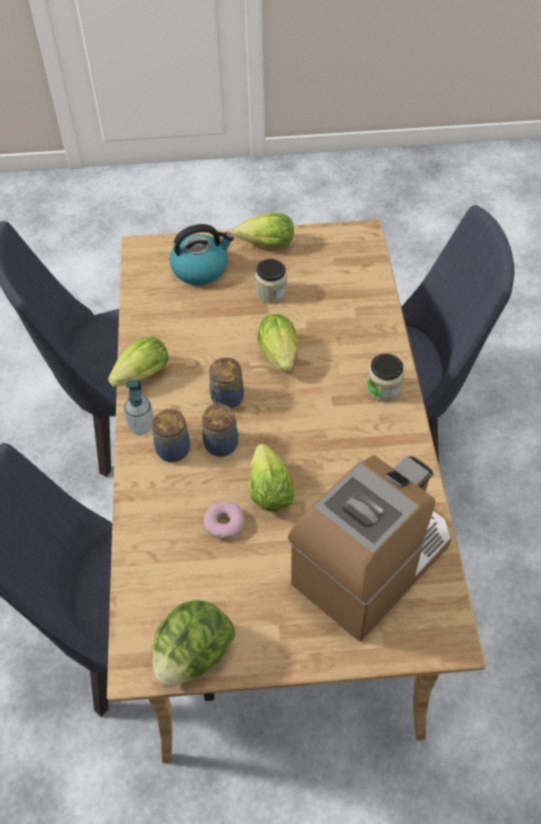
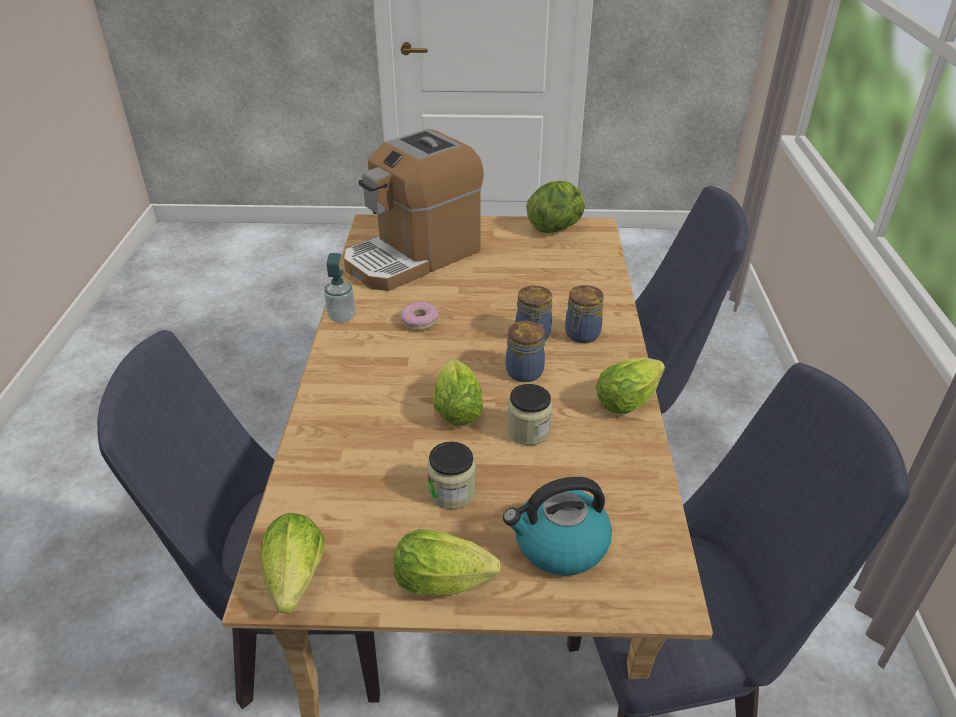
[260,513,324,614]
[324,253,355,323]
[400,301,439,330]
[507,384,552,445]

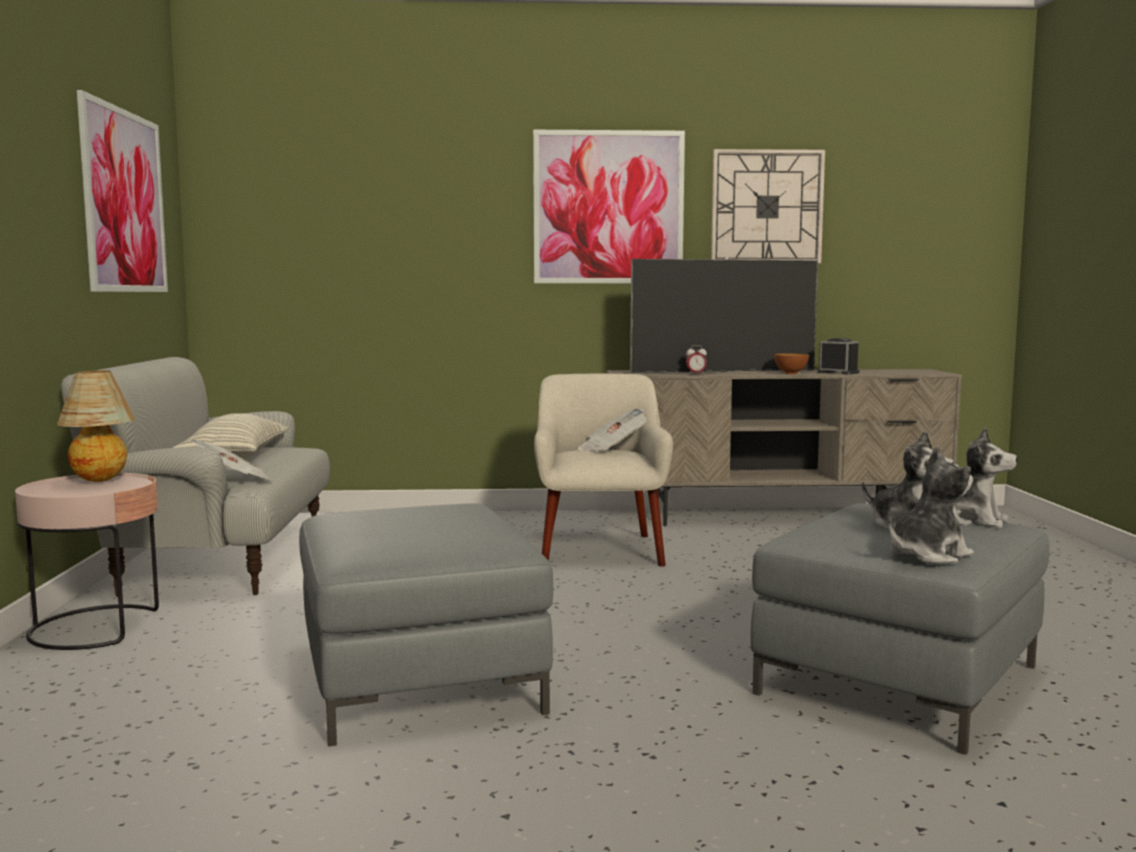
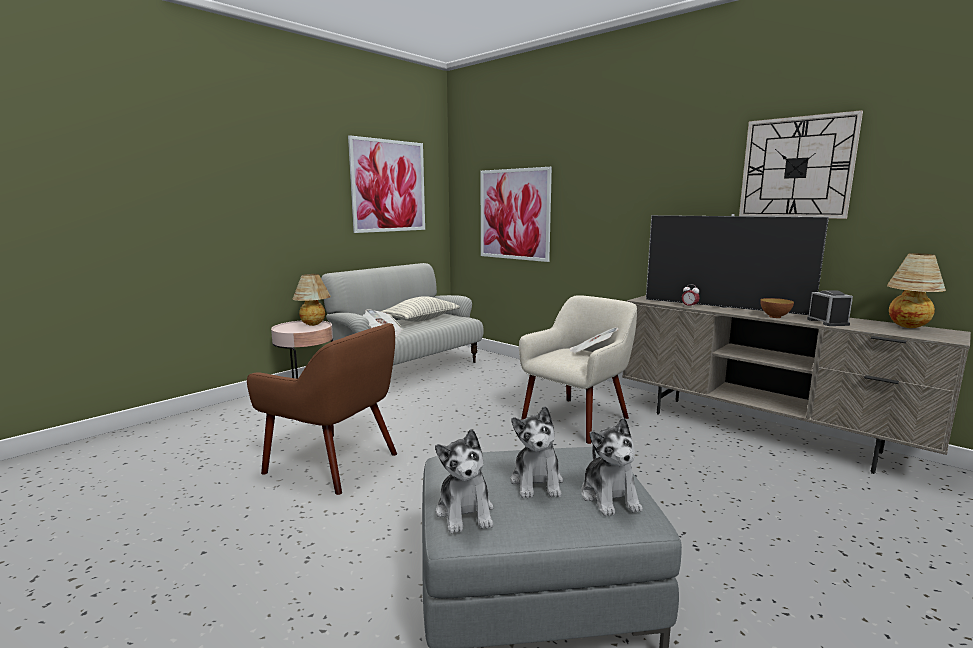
[247,323,397,495]
[435,429,494,534]
[481,167,552,262]
[887,253,946,328]

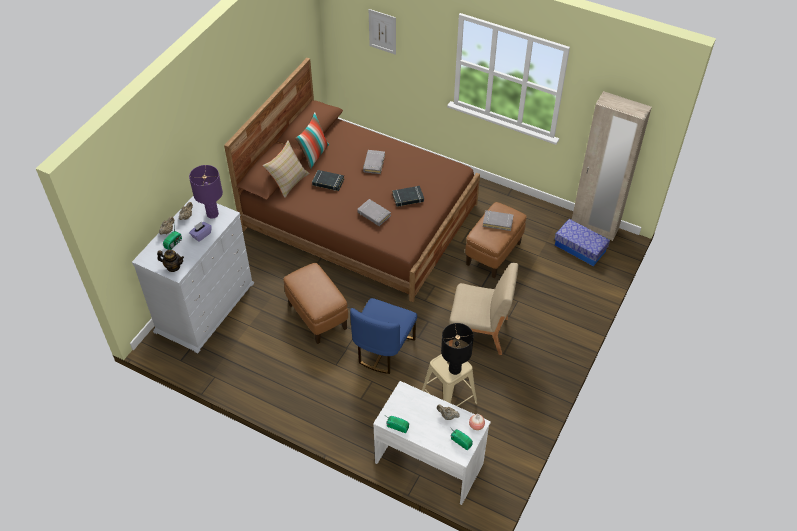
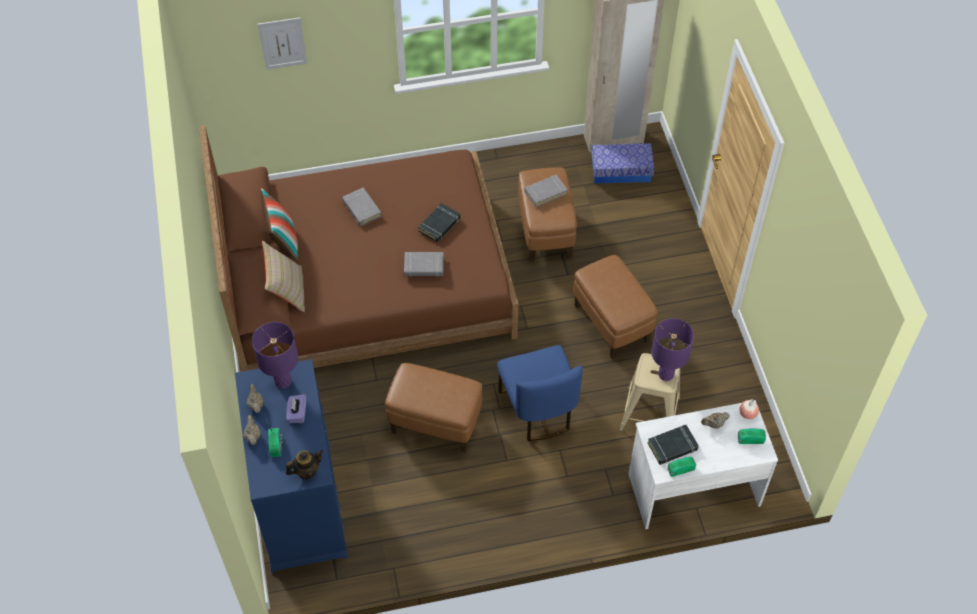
[235,359,348,573]
[573,255,658,359]
[647,425,699,465]
[651,318,694,381]

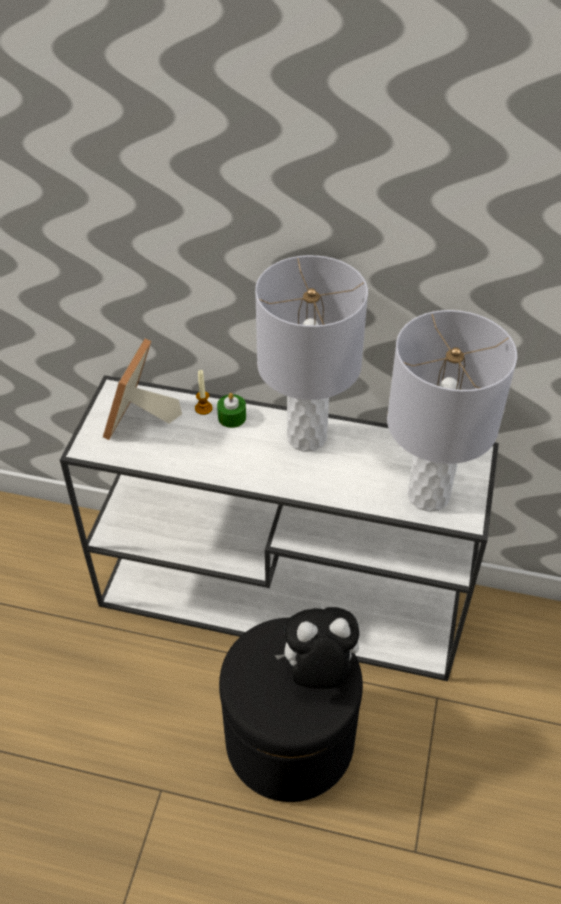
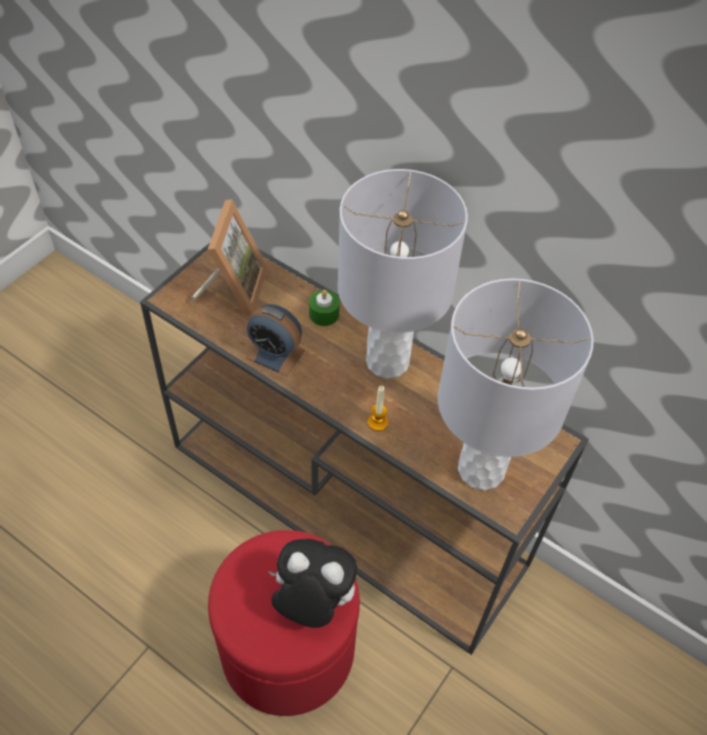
[140,243,589,655]
[190,199,268,316]
[208,530,360,716]
[246,304,305,376]
[368,386,388,431]

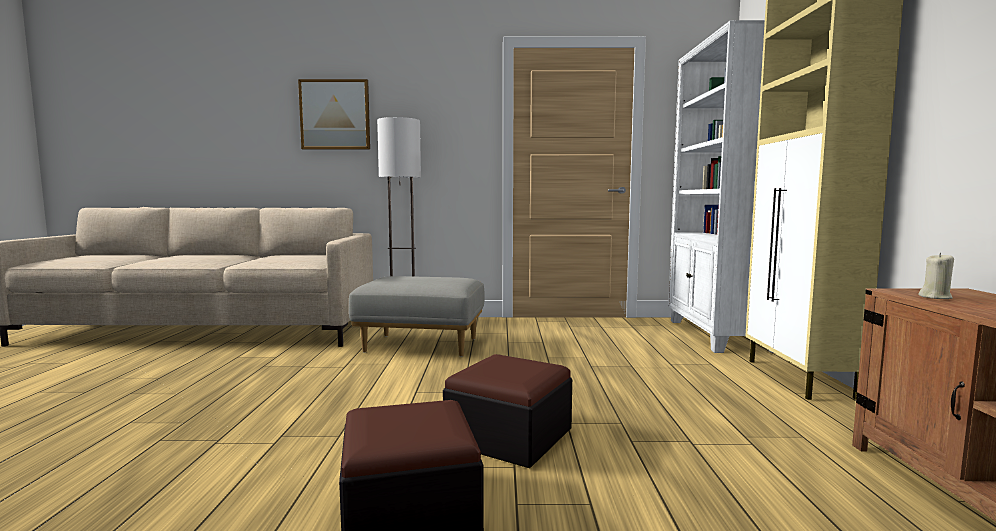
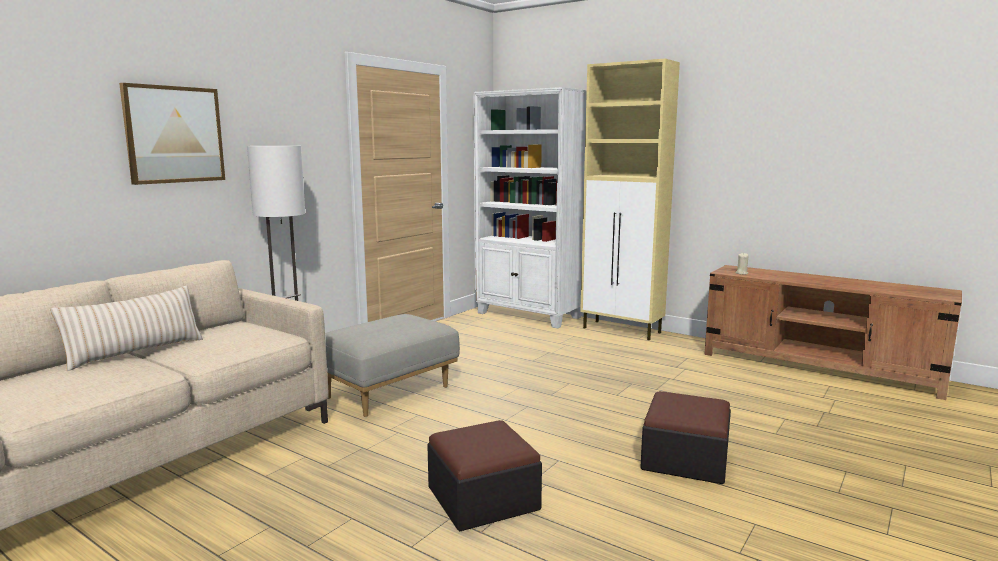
[50,285,203,371]
[427,420,542,531]

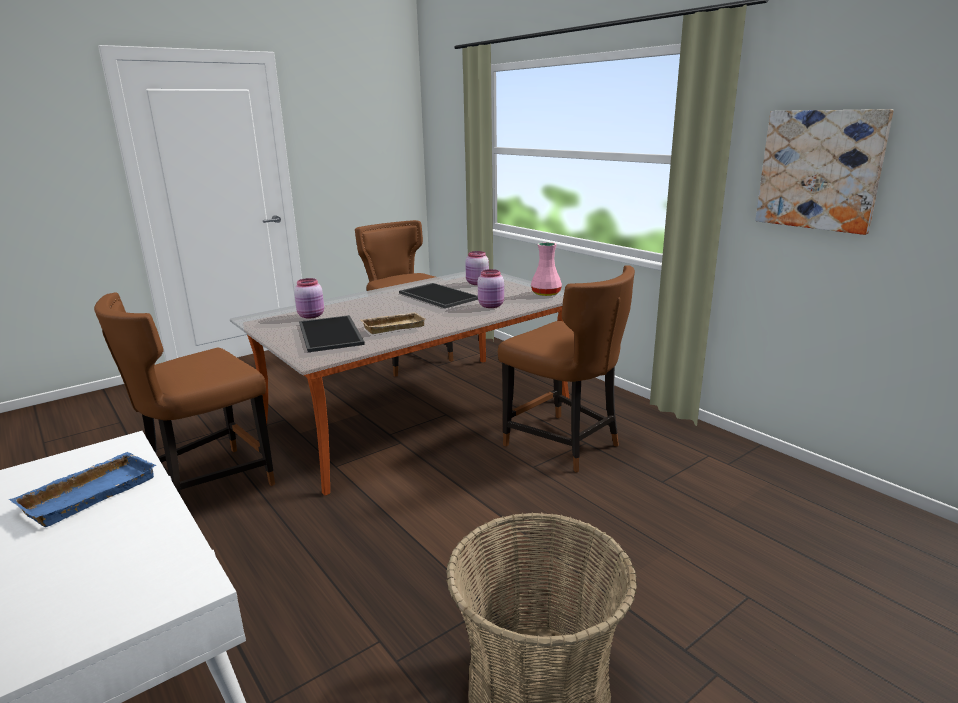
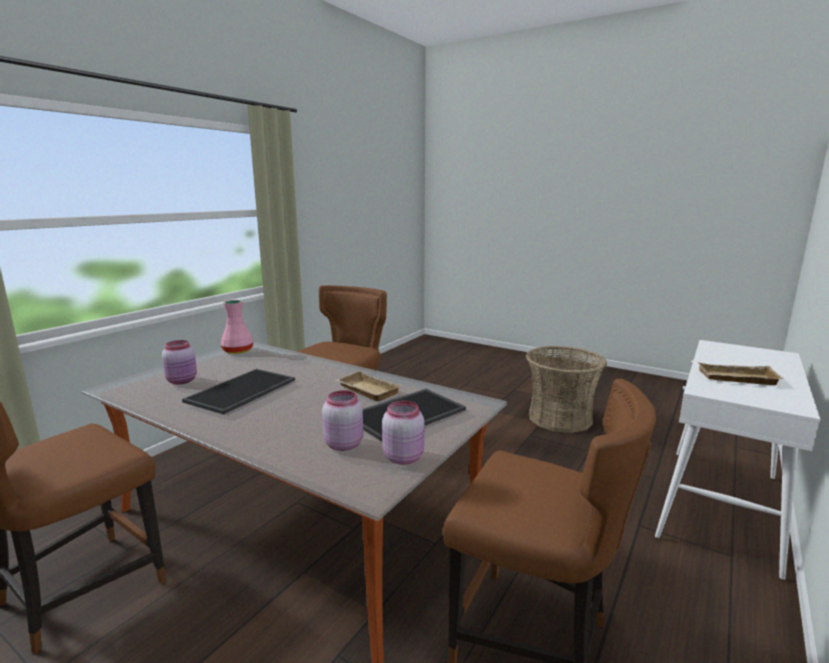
[382,401,424,465]
[698,362,783,385]
[755,109,894,235] (first image)

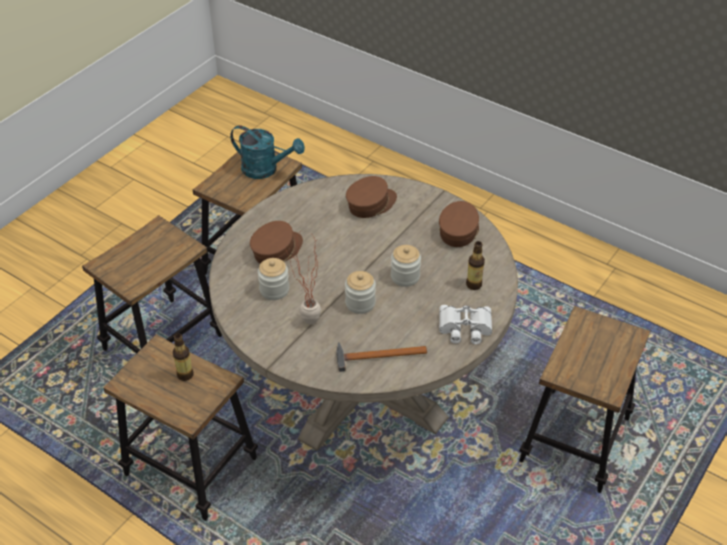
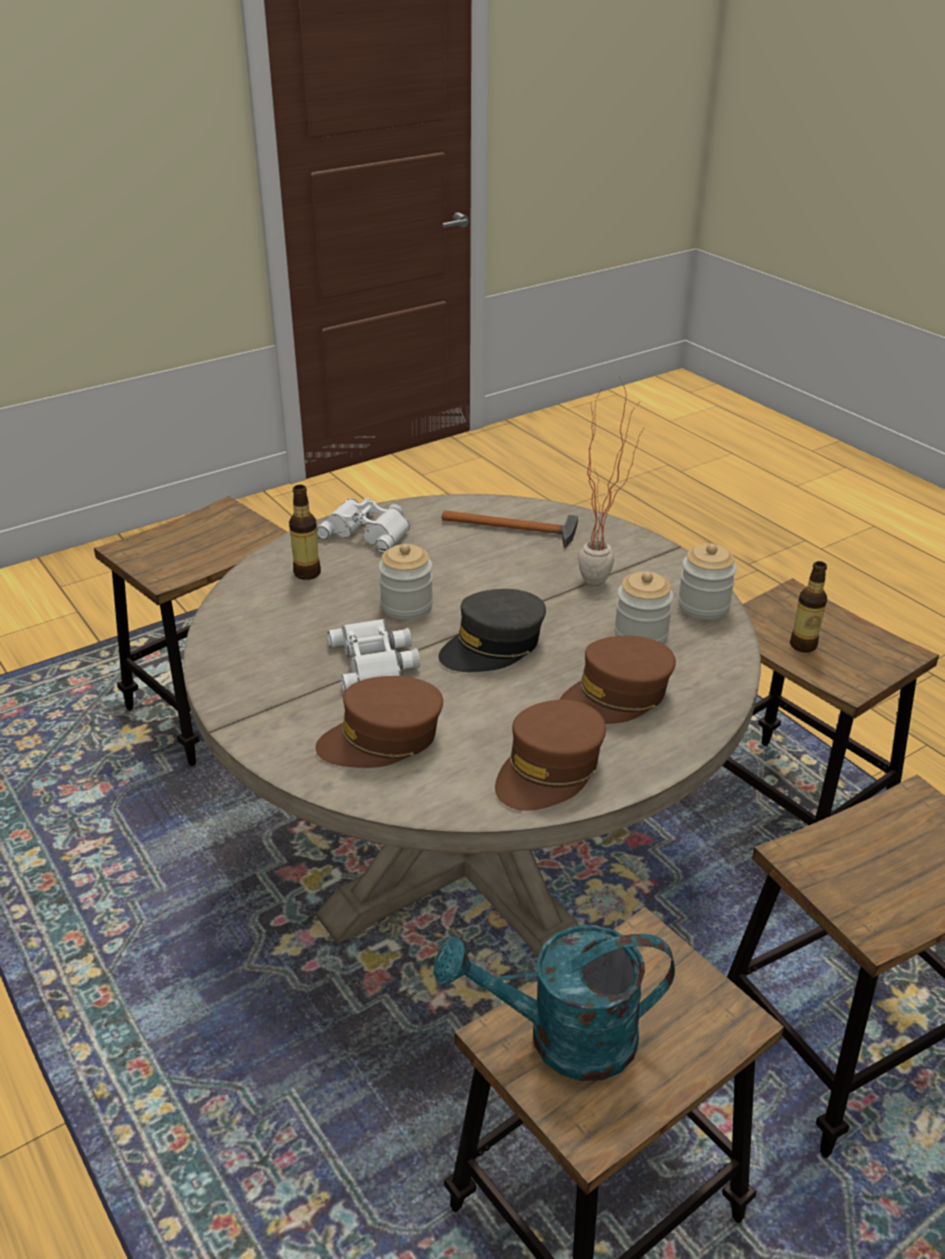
[328,619,420,692]
[434,925,675,1081]
[438,589,546,672]
[495,700,606,811]
[678,544,737,619]

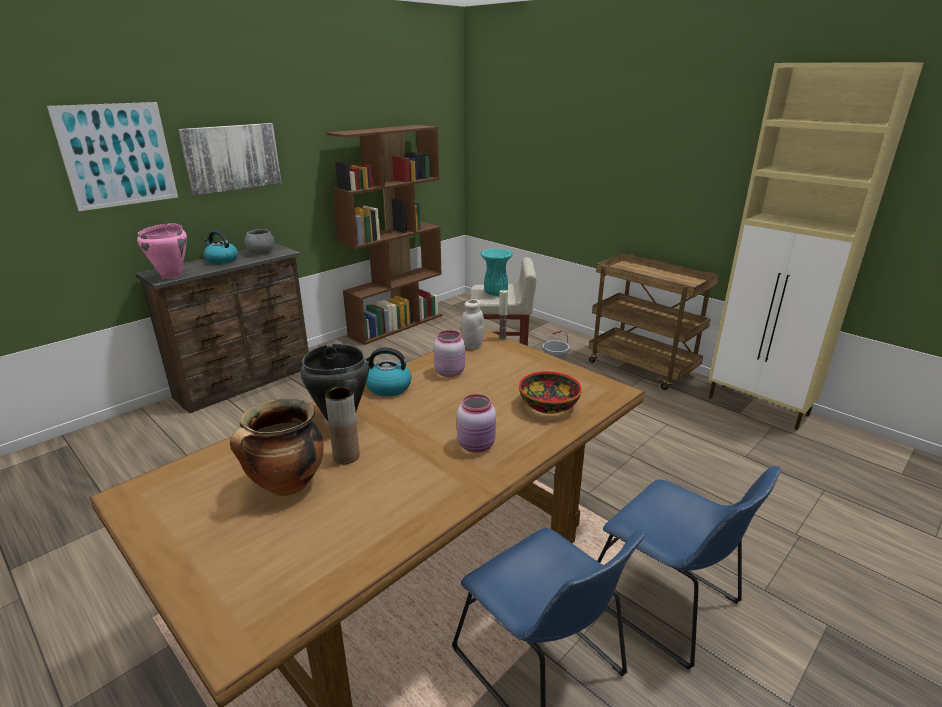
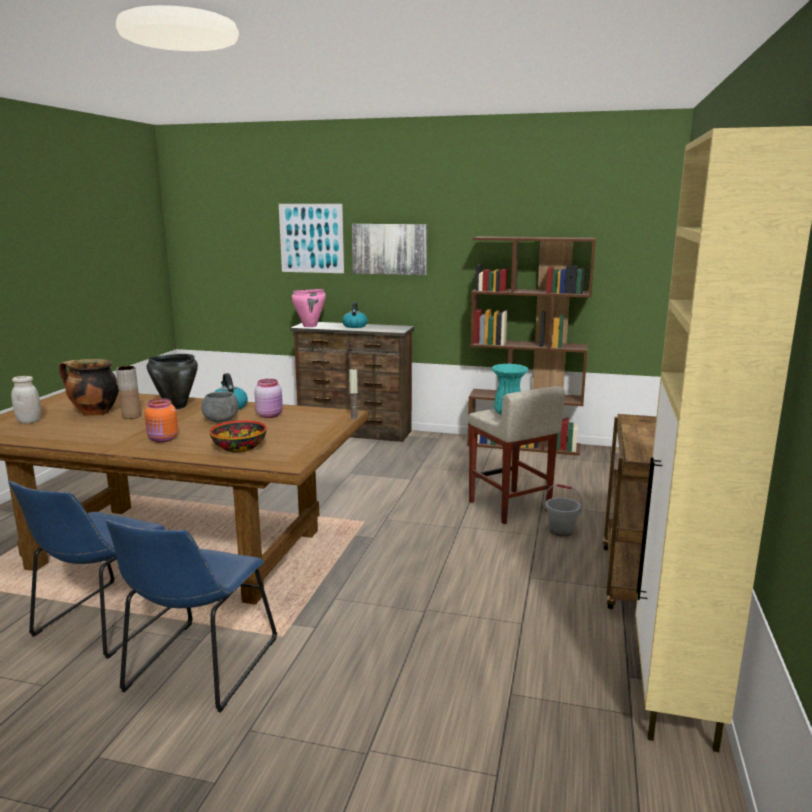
[11,376,41,423]
[145,398,178,443]
[201,391,238,423]

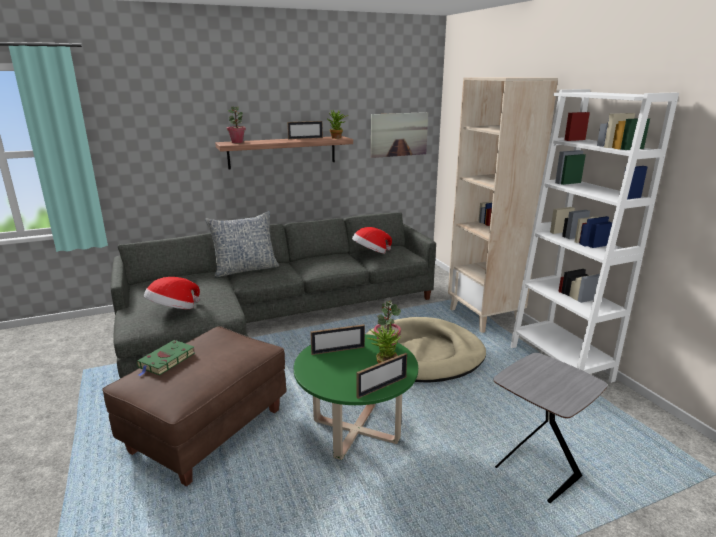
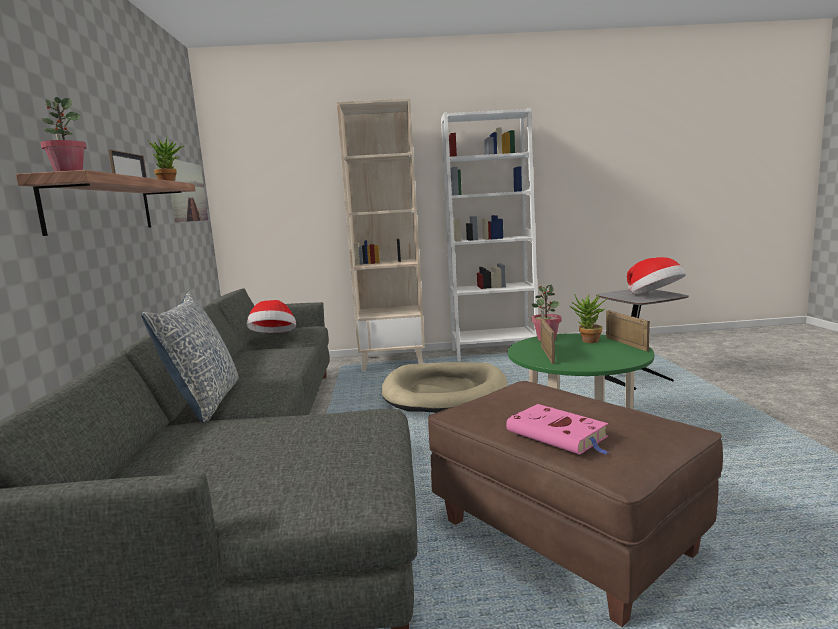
[506,404,608,455]
[627,257,686,294]

